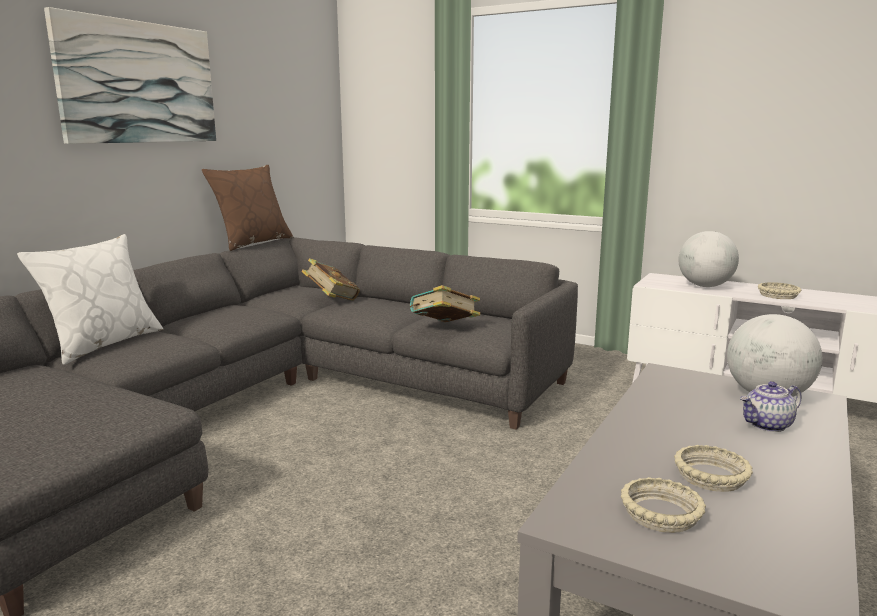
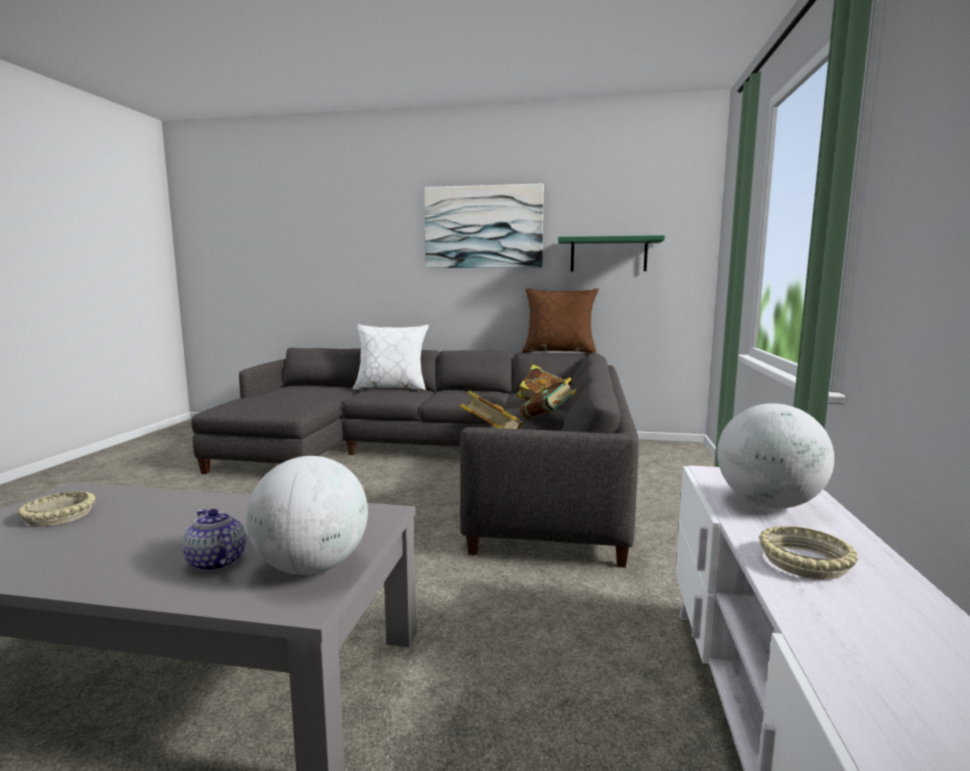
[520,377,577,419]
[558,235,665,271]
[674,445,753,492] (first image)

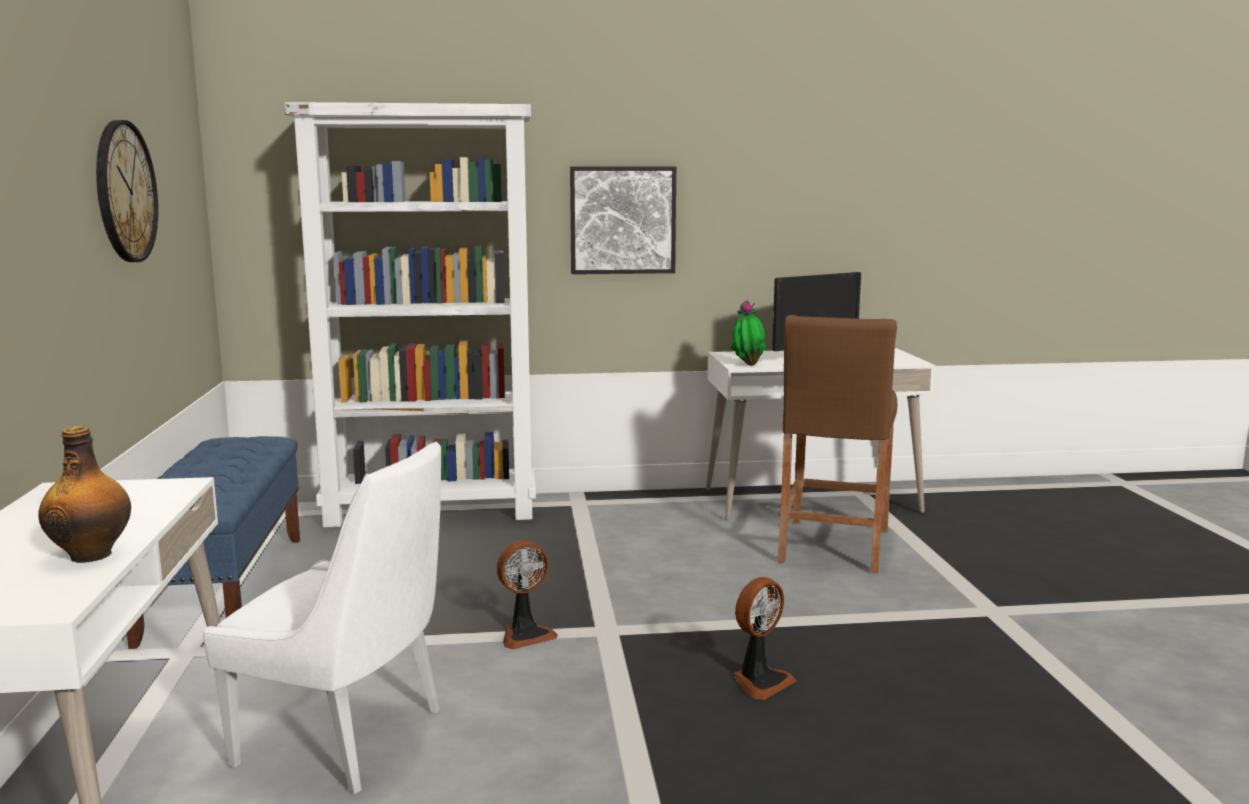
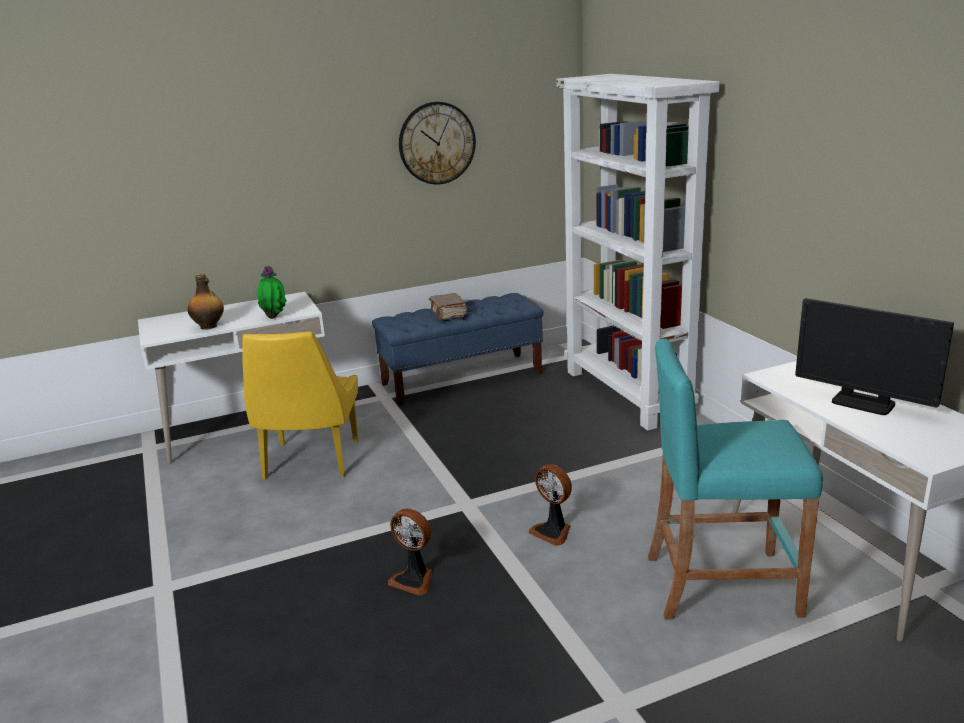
[242,332,358,479]
[258,266,287,319]
[429,293,467,320]
[528,464,572,546]
[648,338,823,620]
[570,166,676,274] (first image)

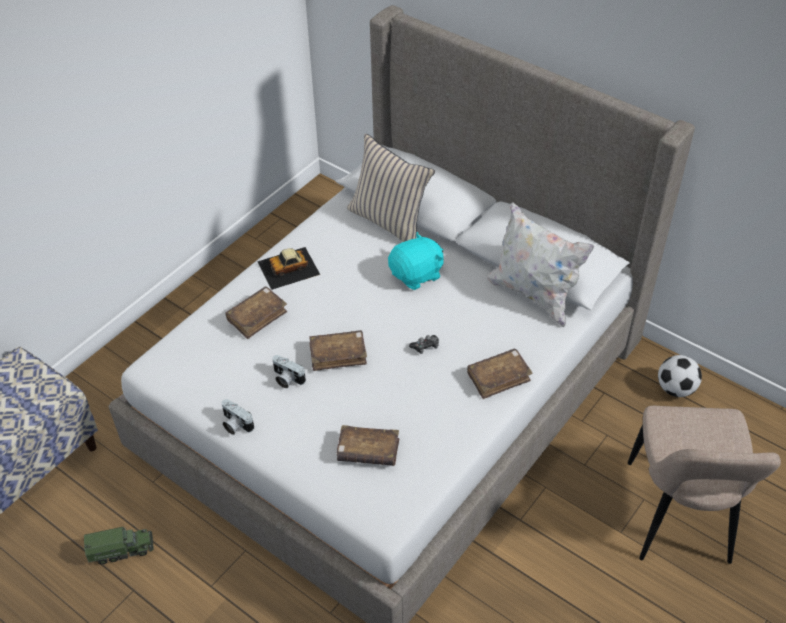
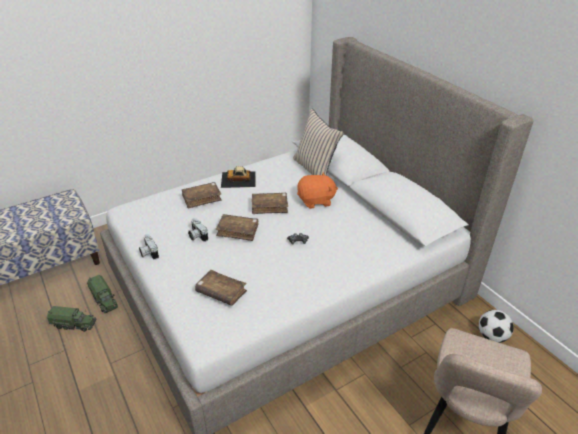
[87,275,118,313]
[252,193,288,214]
[297,172,338,209]
[487,202,594,327] (first image)

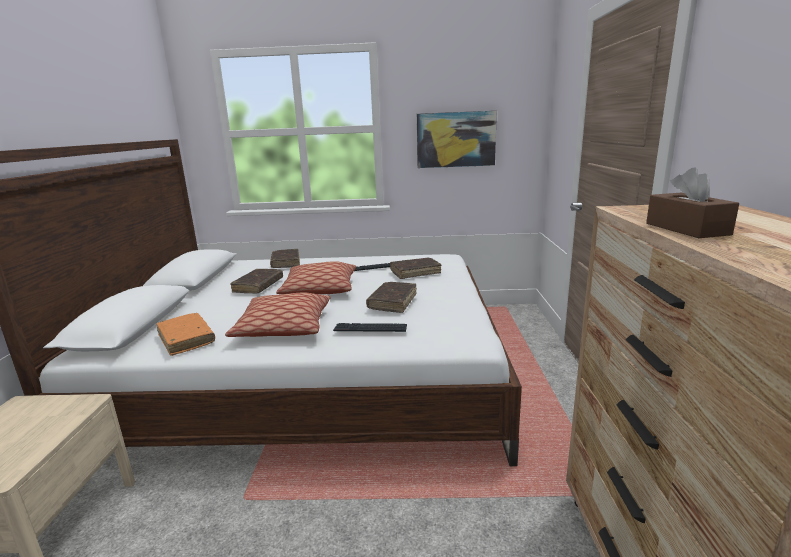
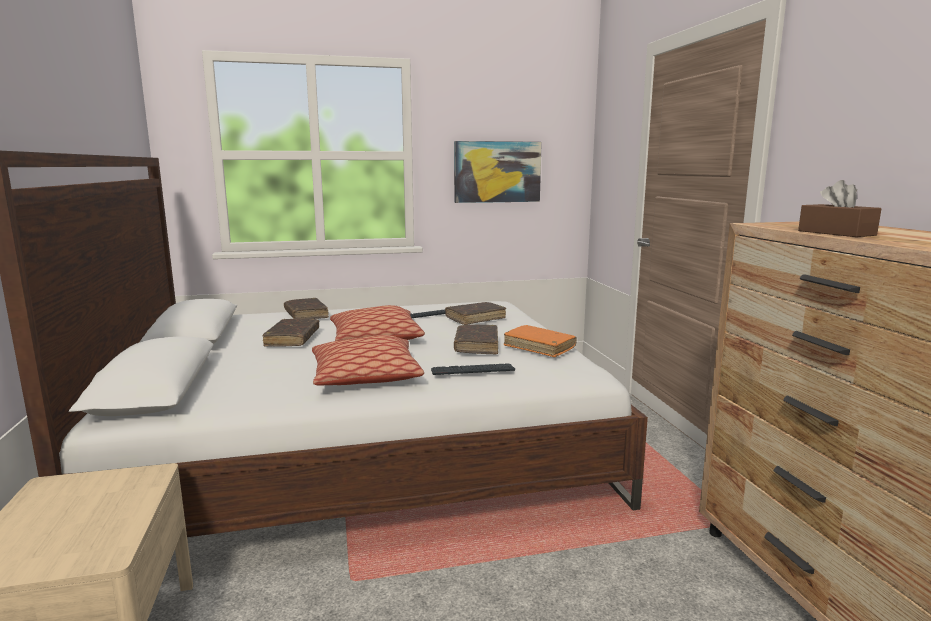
[504,325,577,357]

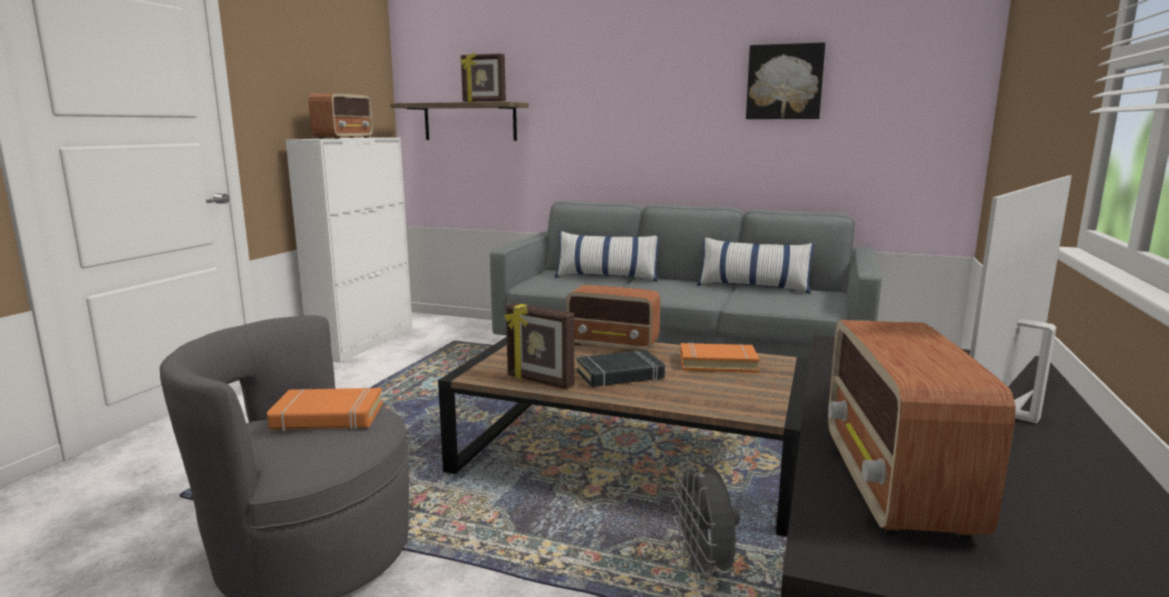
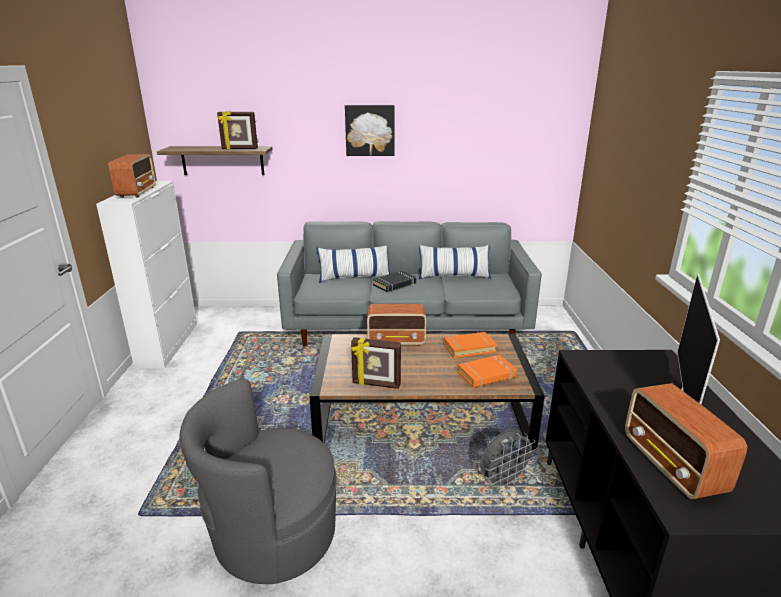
[345,105,395,156]
[373,271,416,292]
[457,355,517,388]
[480,429,537,490]

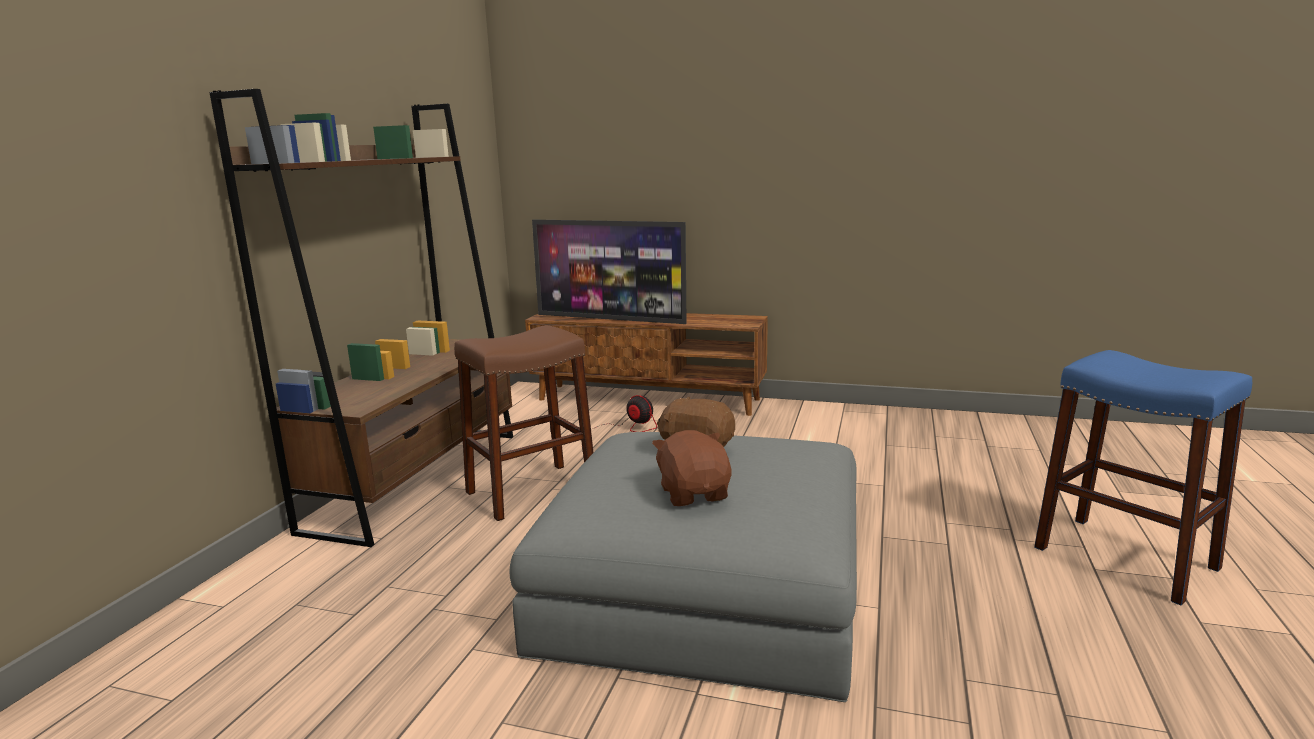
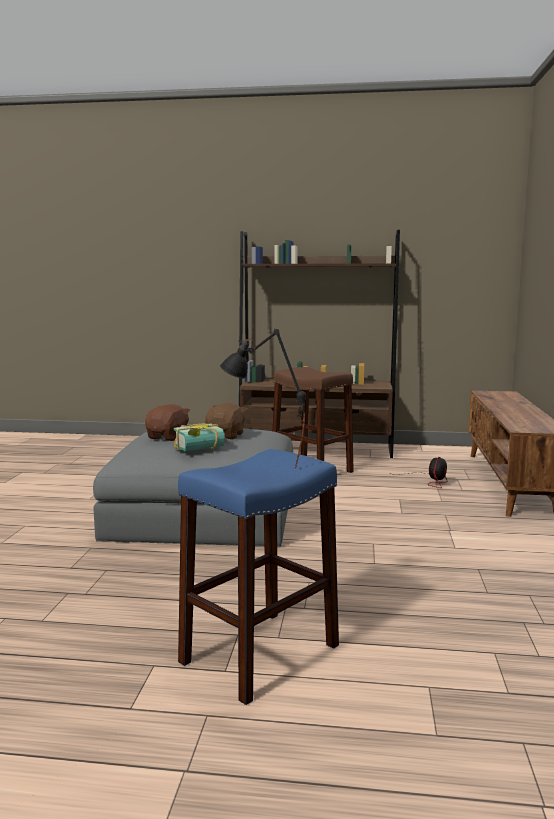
[145,404,190,441]
[174,424,224,451]
[220,329,306,467]
[532,220,687,324] (first image)

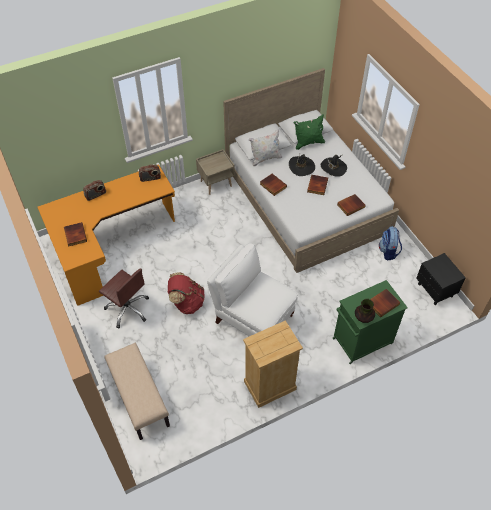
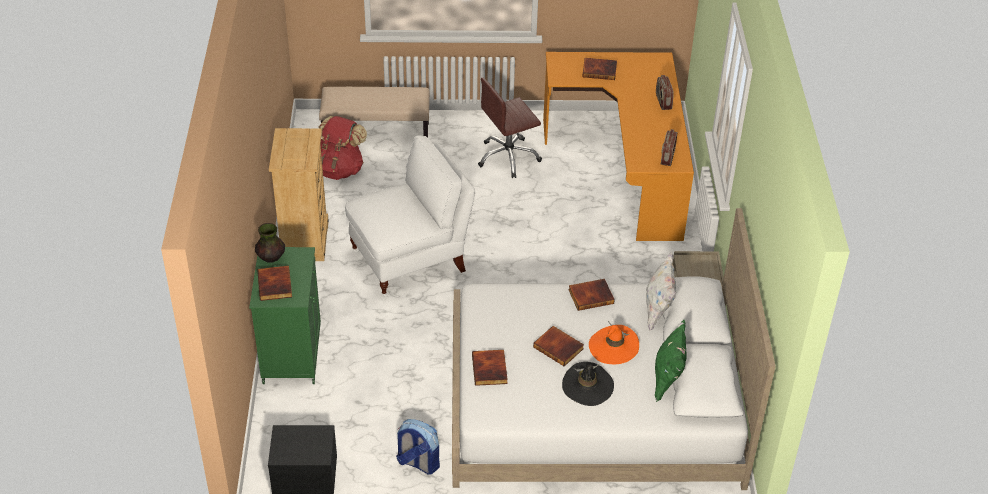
[318,116,367,180]
[589,321,639,364]

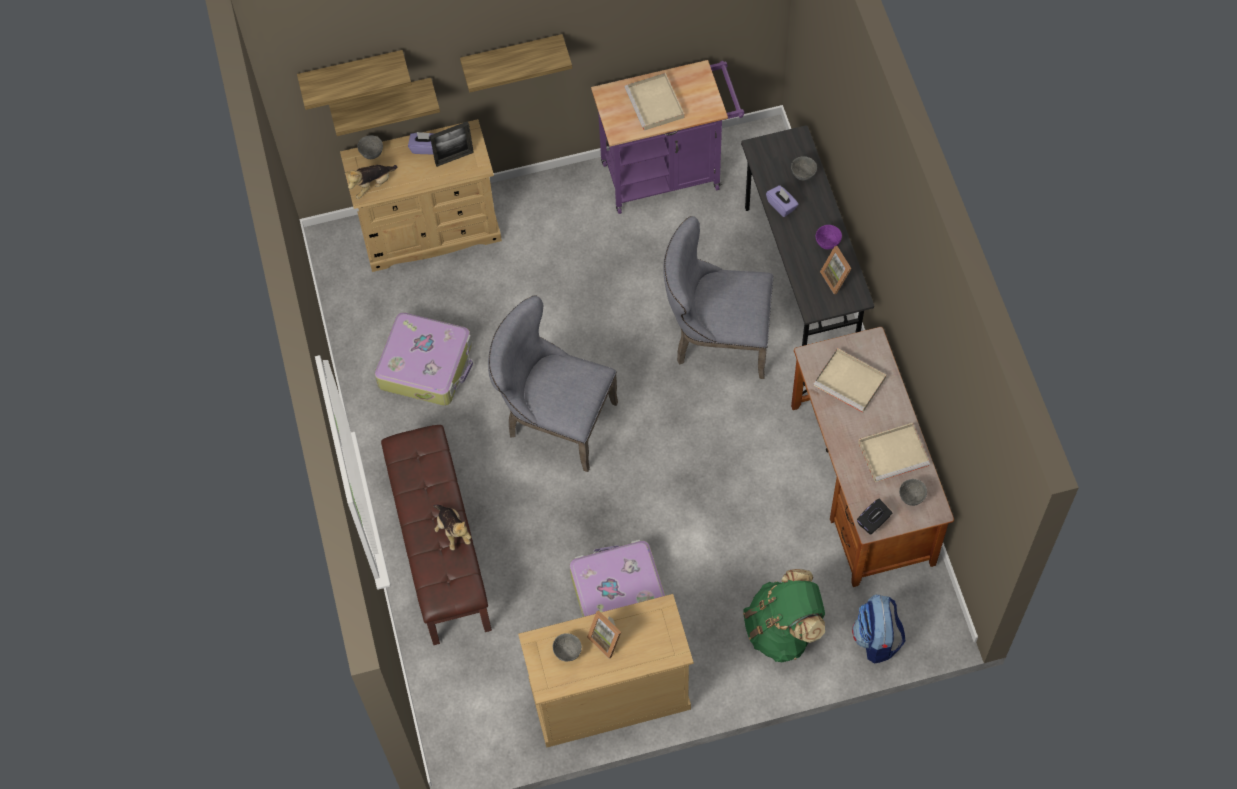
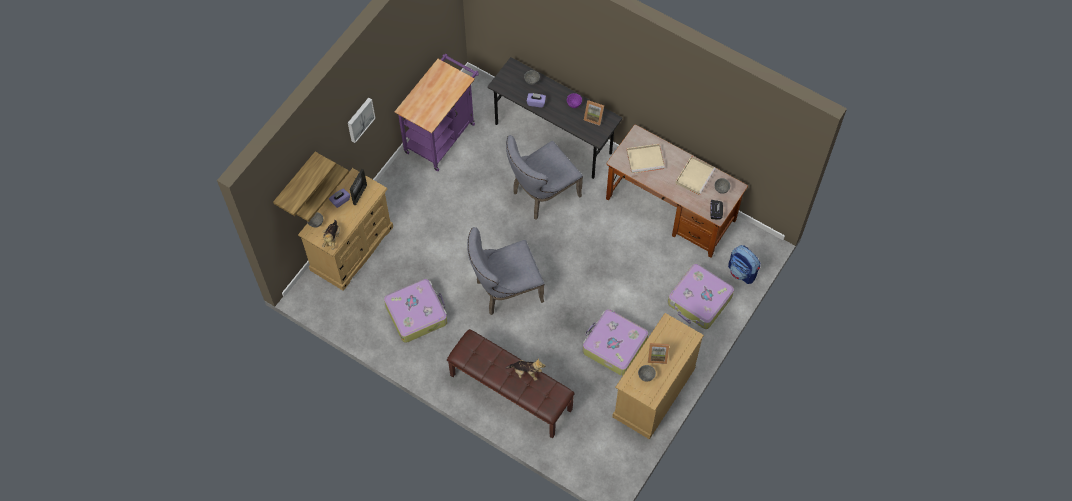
[348,98,376,143]
[668,264,734,329]
[625,73,684,131] (first image)

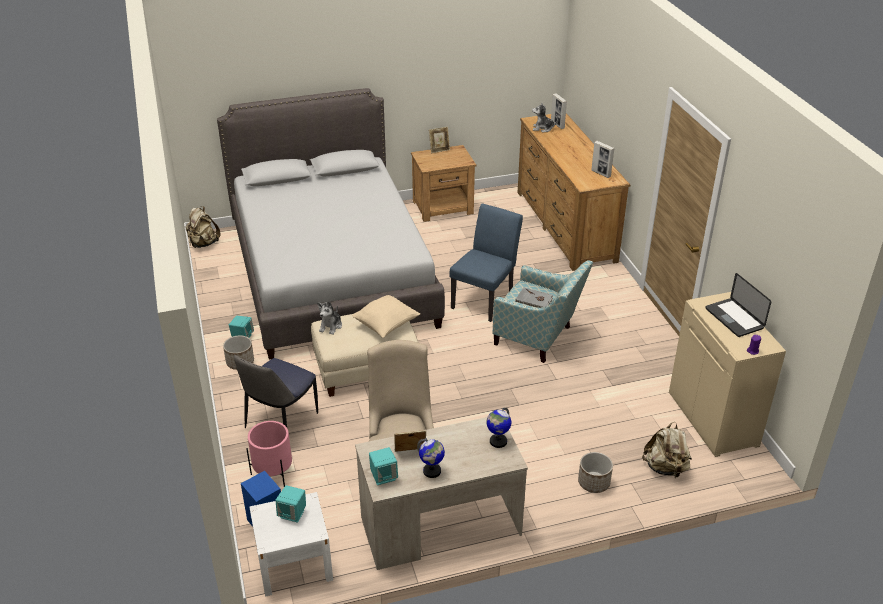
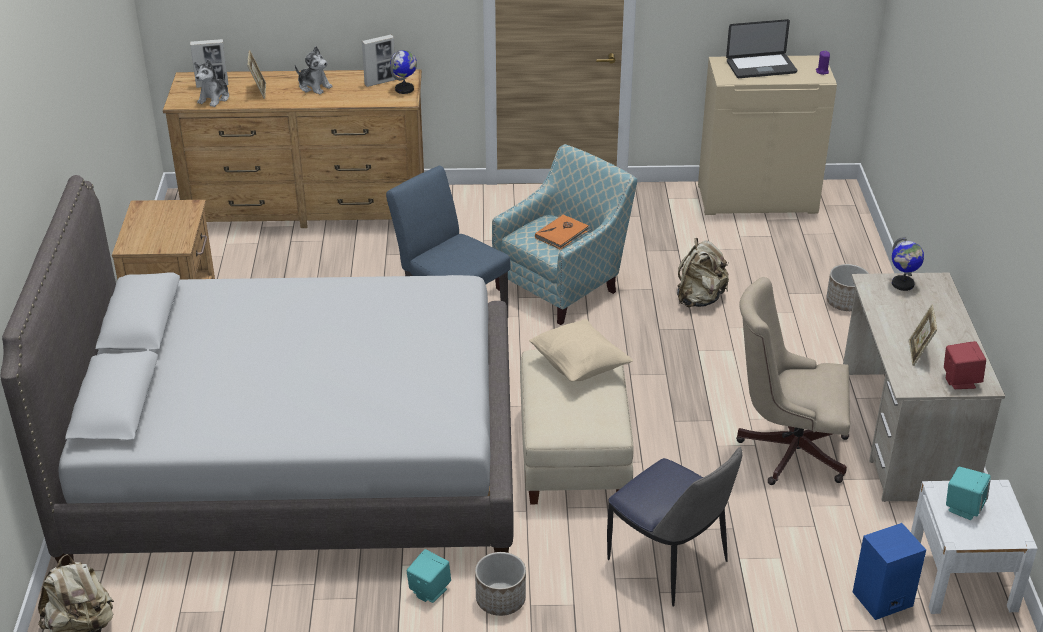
[247,50,266,99]
[295,46,333,94]
[390,50,417,94]
[535,214,591,250]
[677,238,729,307]
[944,341,986,389]
[246,421,292,487] (first image)

